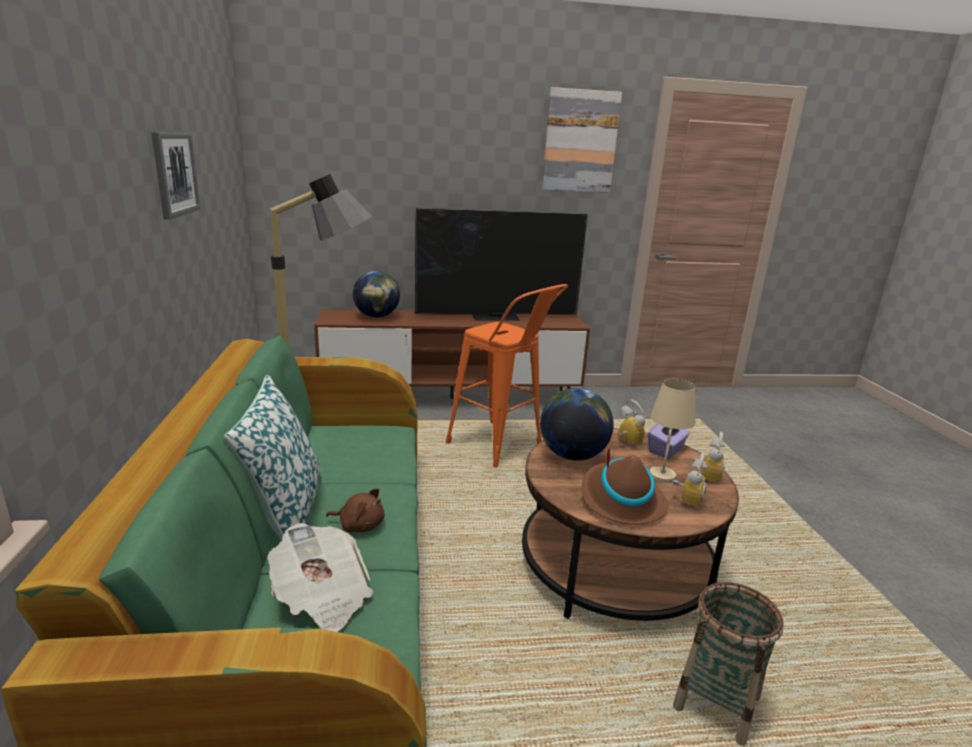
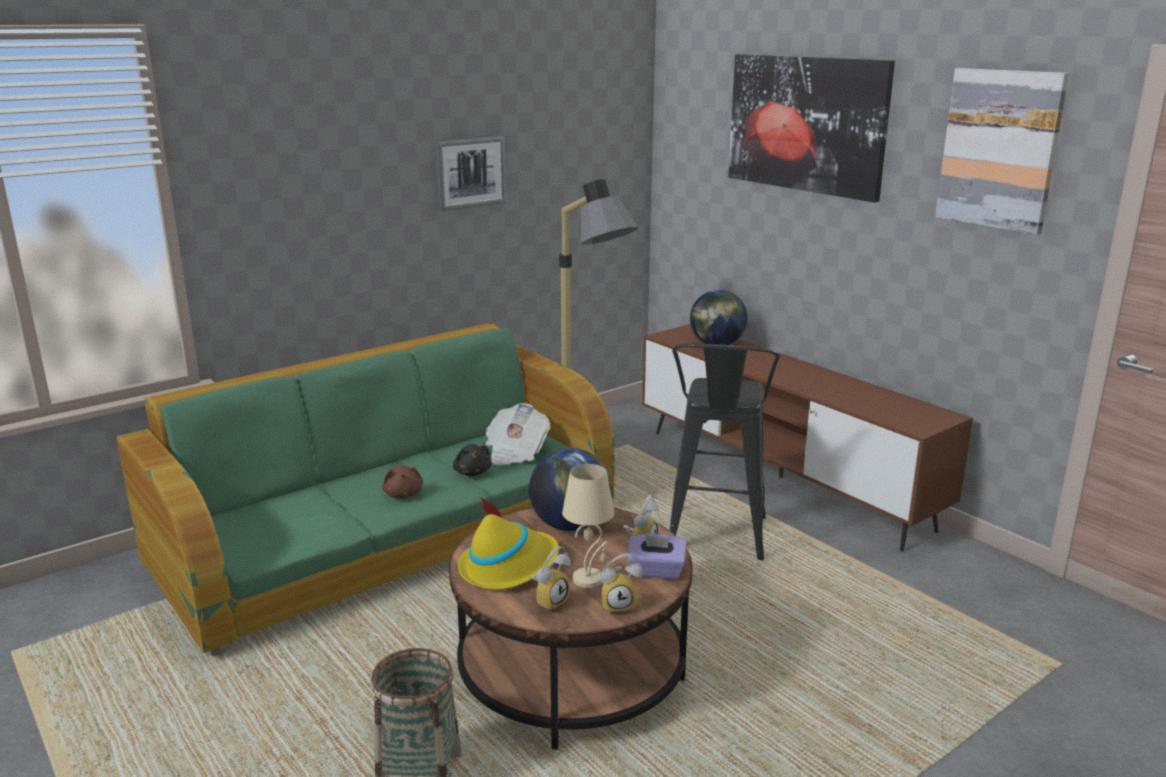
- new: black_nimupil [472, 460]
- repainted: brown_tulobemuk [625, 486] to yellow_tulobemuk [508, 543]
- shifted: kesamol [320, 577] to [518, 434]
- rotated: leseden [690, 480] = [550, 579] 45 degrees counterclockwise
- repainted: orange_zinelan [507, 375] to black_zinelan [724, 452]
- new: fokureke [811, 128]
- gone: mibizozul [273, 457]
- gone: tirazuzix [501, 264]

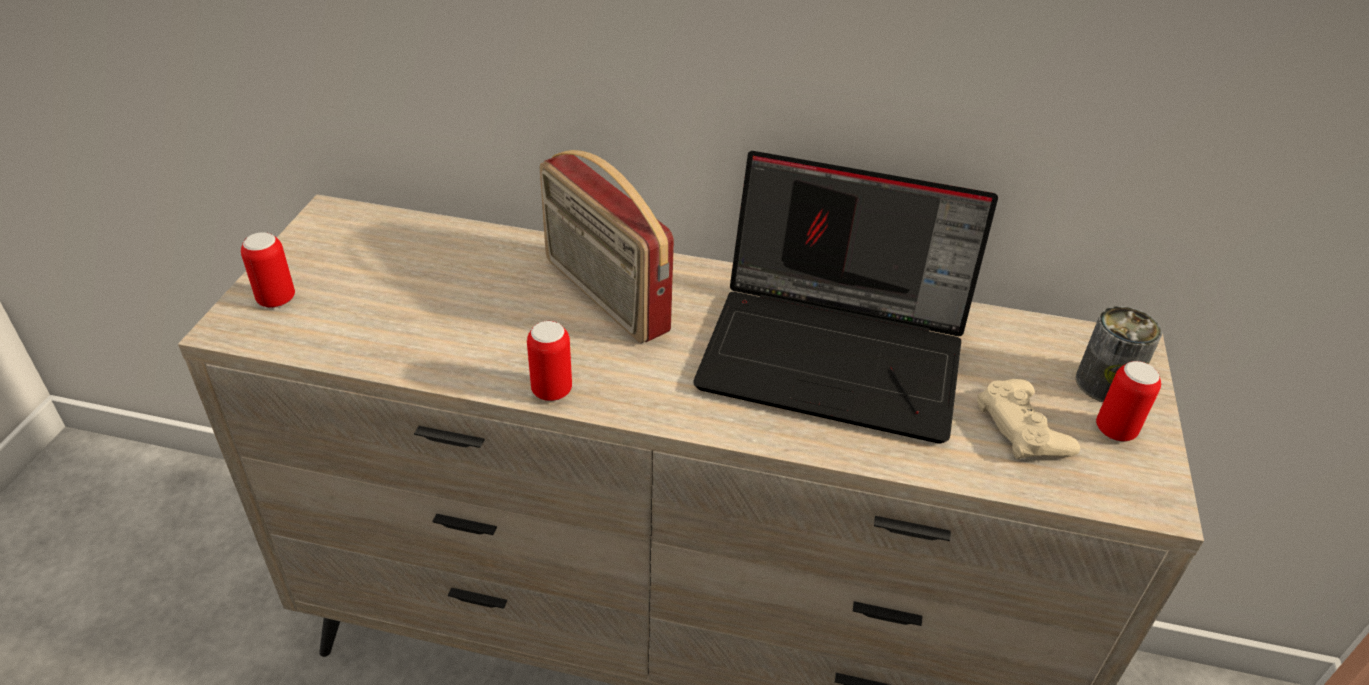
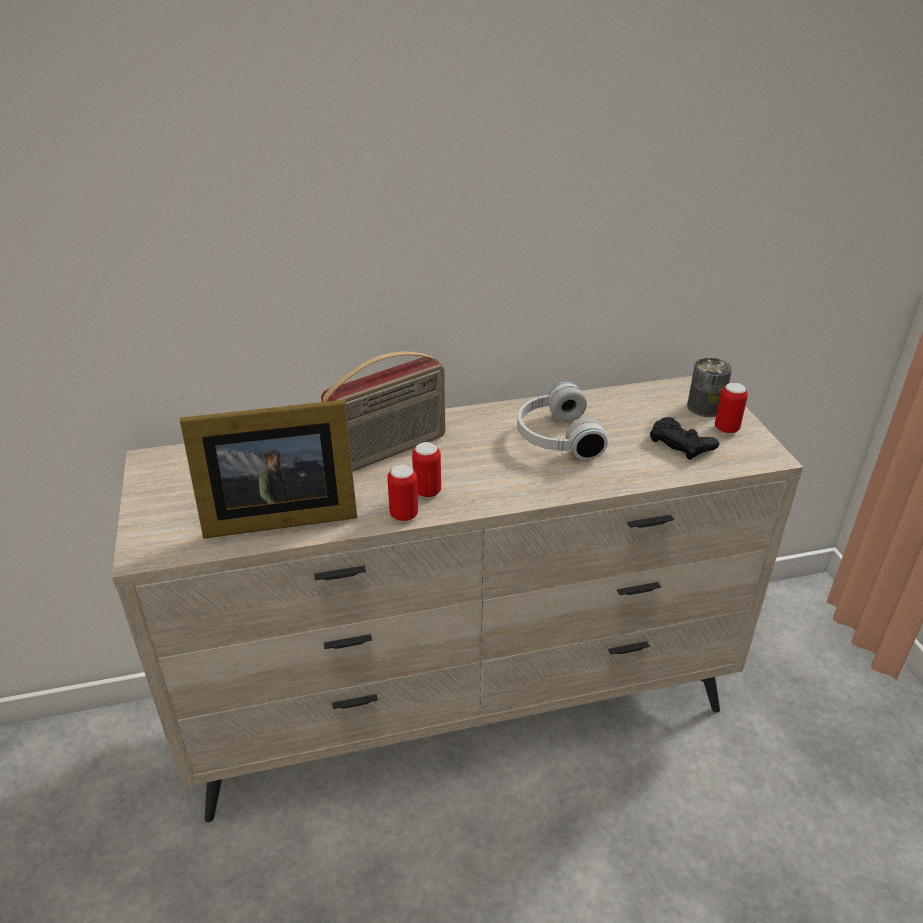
- new: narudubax [268, 469]
- rotated: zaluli [607, 246] = [383, 411] 60 degrees counterclockwise
- shifted: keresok [268, 270] to [426, 470]
- swapped: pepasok [845, 297] to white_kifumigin [562, 421]
- repainted: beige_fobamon [1028, 419] to black_fobamon [684, 438]

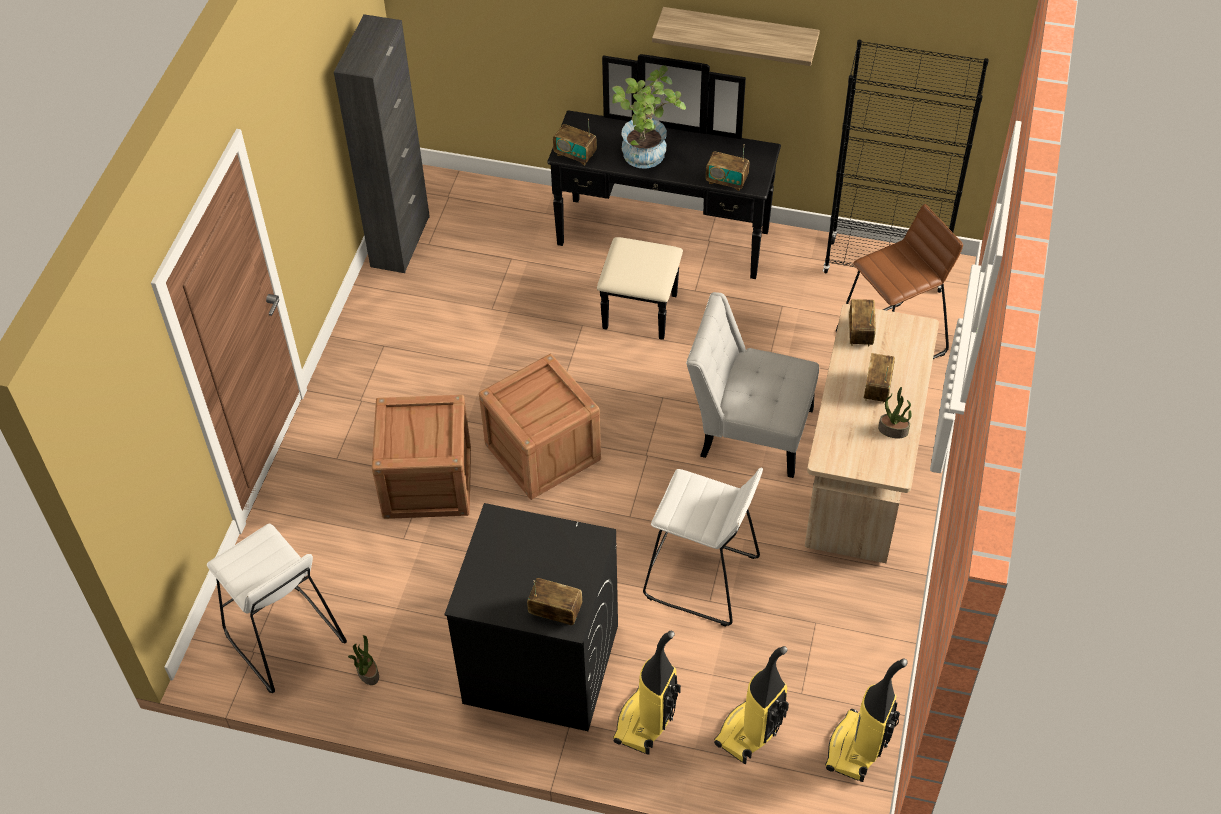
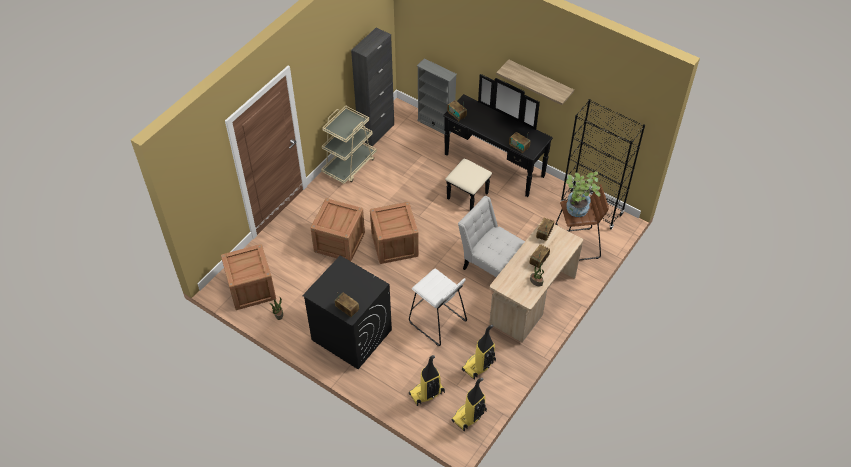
- swapped: white_zinelan [277, 608] to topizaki [248, 277]
- new: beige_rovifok [349, 145]
- new: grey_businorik [437, 96]
- shifted: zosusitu [647, 693] to [479, 352]
- shifted: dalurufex [649, 116] to [582, 194]

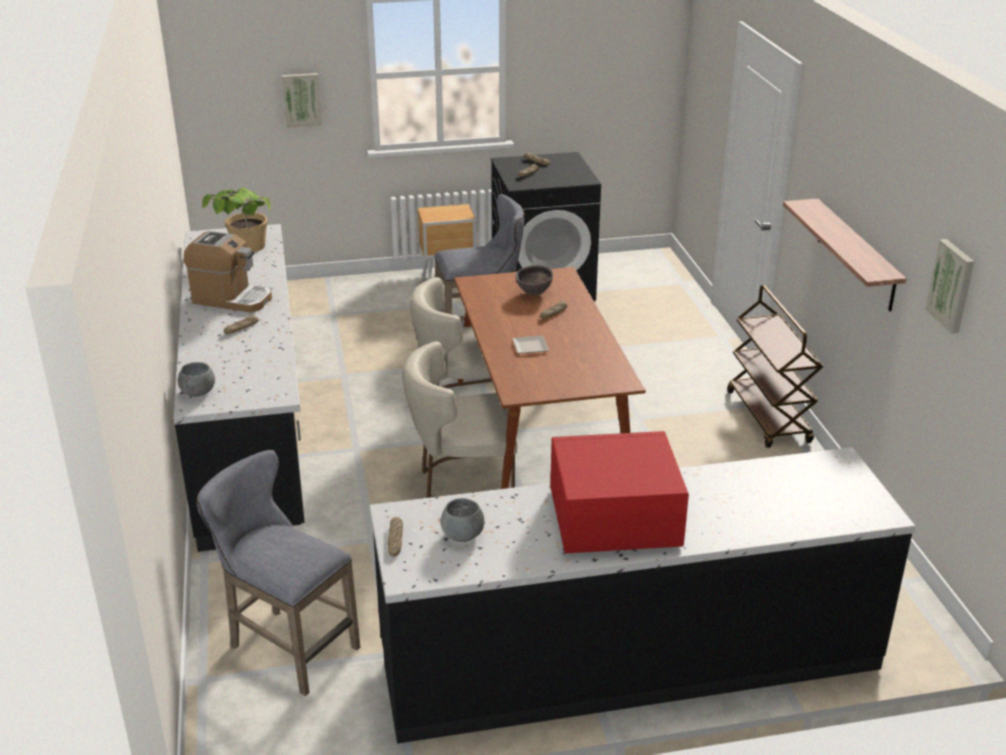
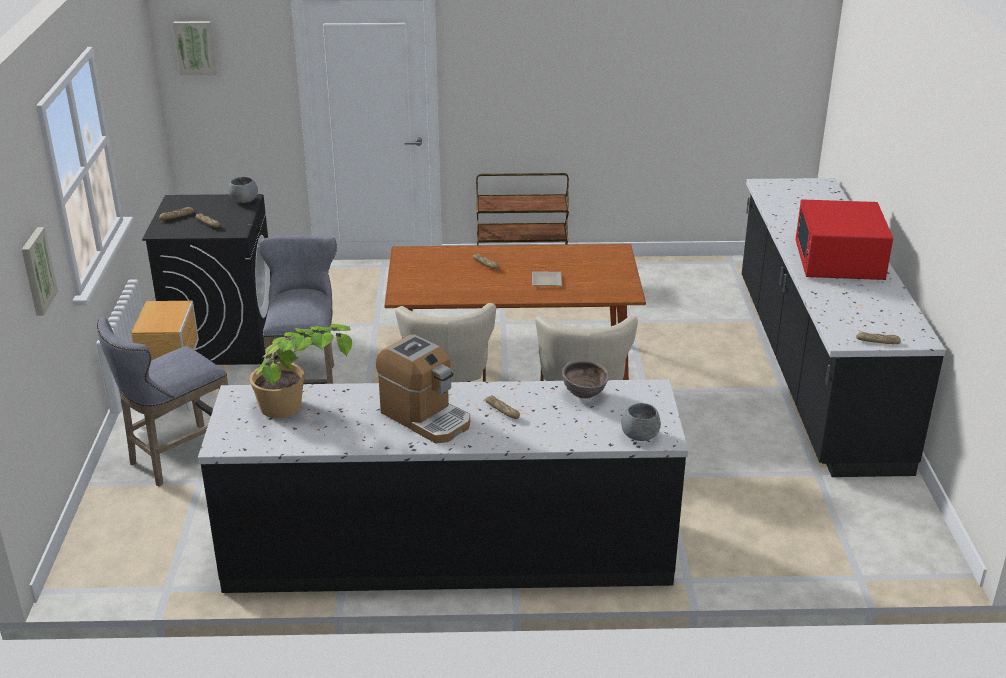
- shifted: grey_zinelan [278, 573] to [162, 402]
- shifted: fokureke [949, 286] to [195, 48]
- shifted: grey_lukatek [462, 520] to [243, 190]
- rotated: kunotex [228, 272] = [423, 388] 105 degrees clockwise
- shifted: brown_lukatek [534, 280] to [585, 379]
- gone: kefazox [845, 255]

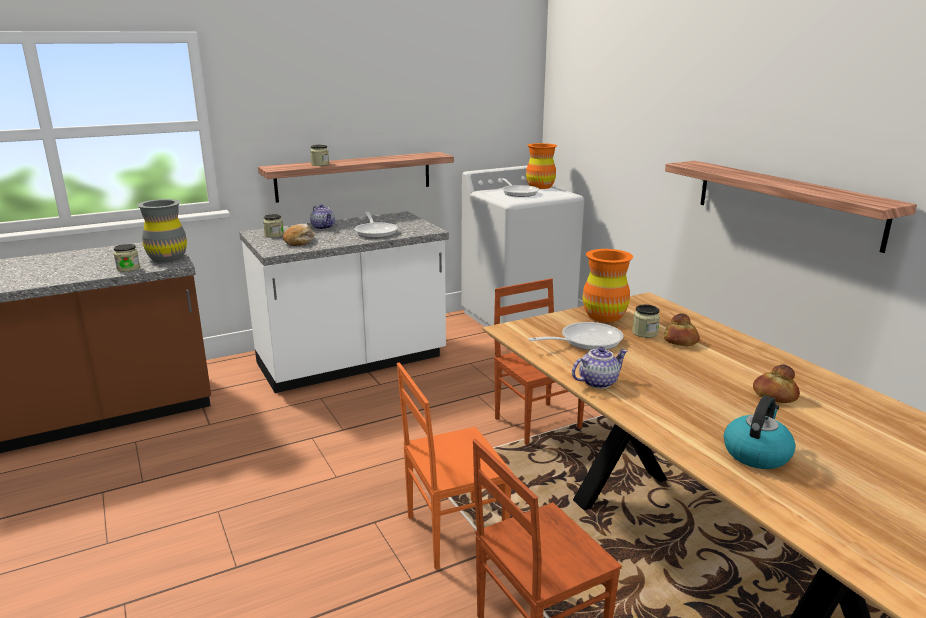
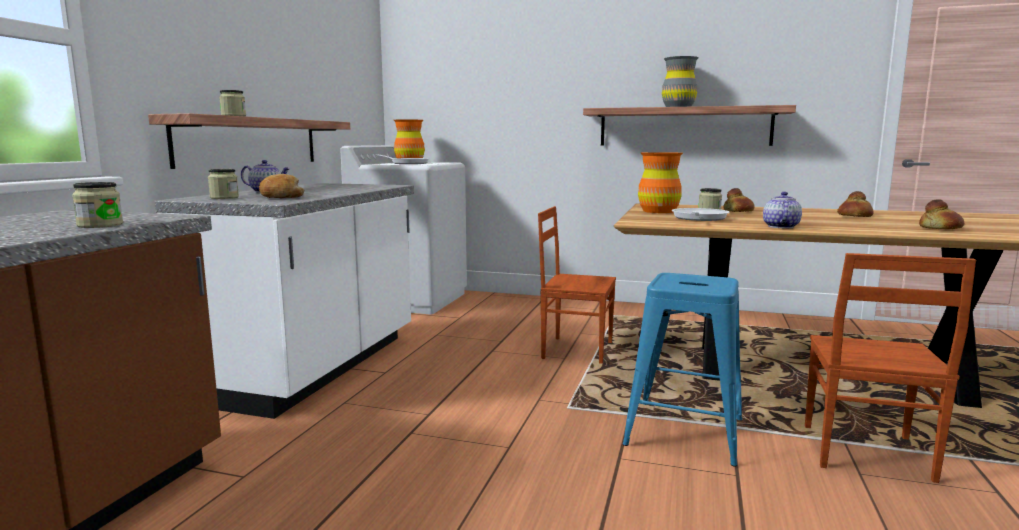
- swapped: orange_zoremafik [455, 466] to blue_zinelan [682, 370]
- shifted: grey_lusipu [162, 231] to [680, 81]
- swapped: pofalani [760, 432] to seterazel [941, 214]
- gone: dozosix [376, 225]

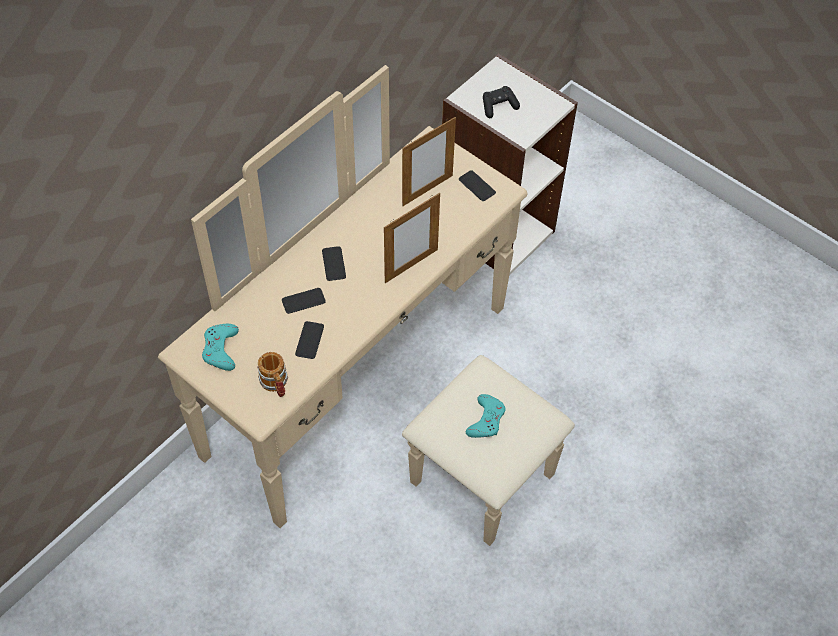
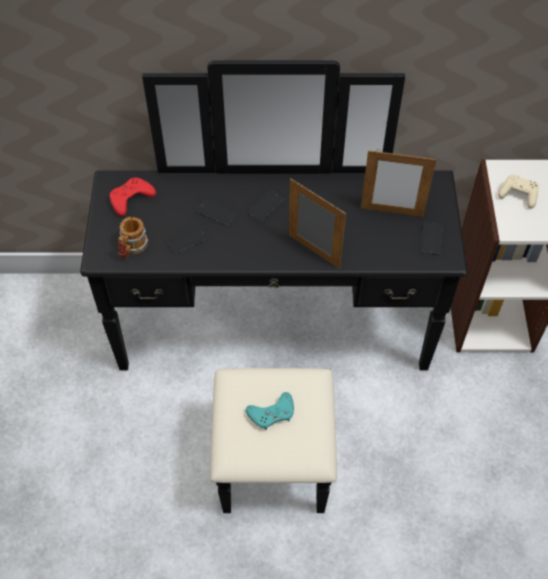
- repainted: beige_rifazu [366, 305] to black_rifazu [274, 286]
- repainted: turquoise_fobamon [220, 347] to red_fobamon [132, 197]
- rotated: narudubax [412, 238] = [317, 223] 150 degrees counterclockwise
- repainted: black_fobamon [501, 102] to beige_fobamon [518, 191]

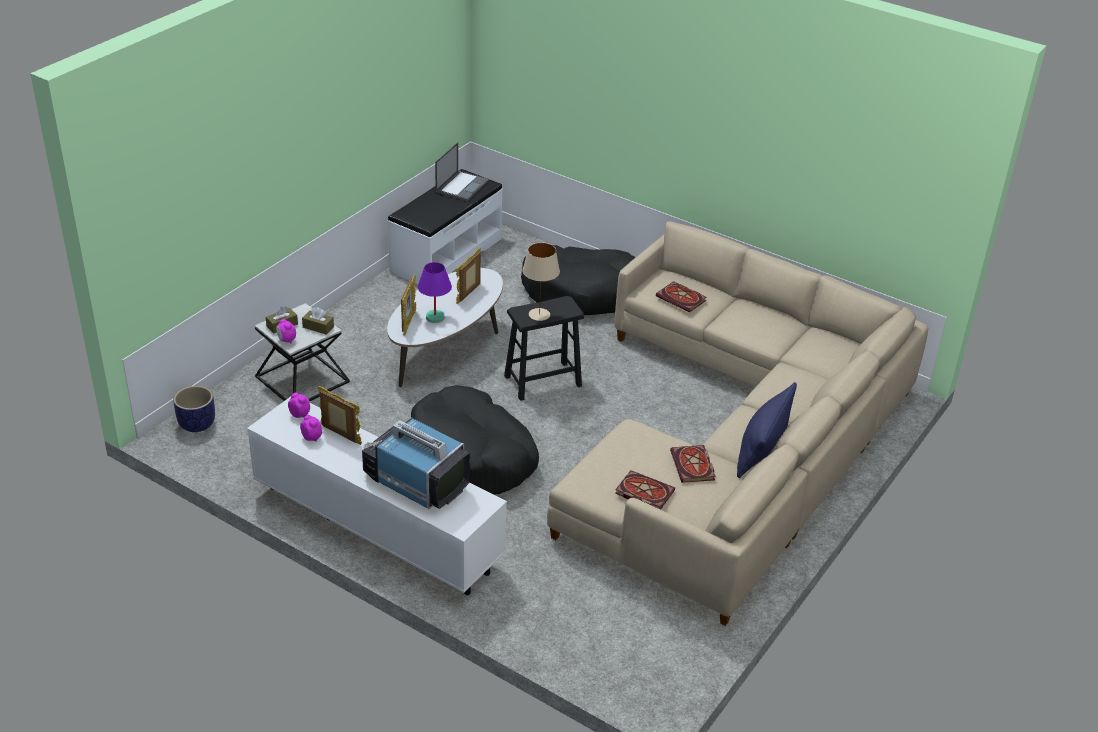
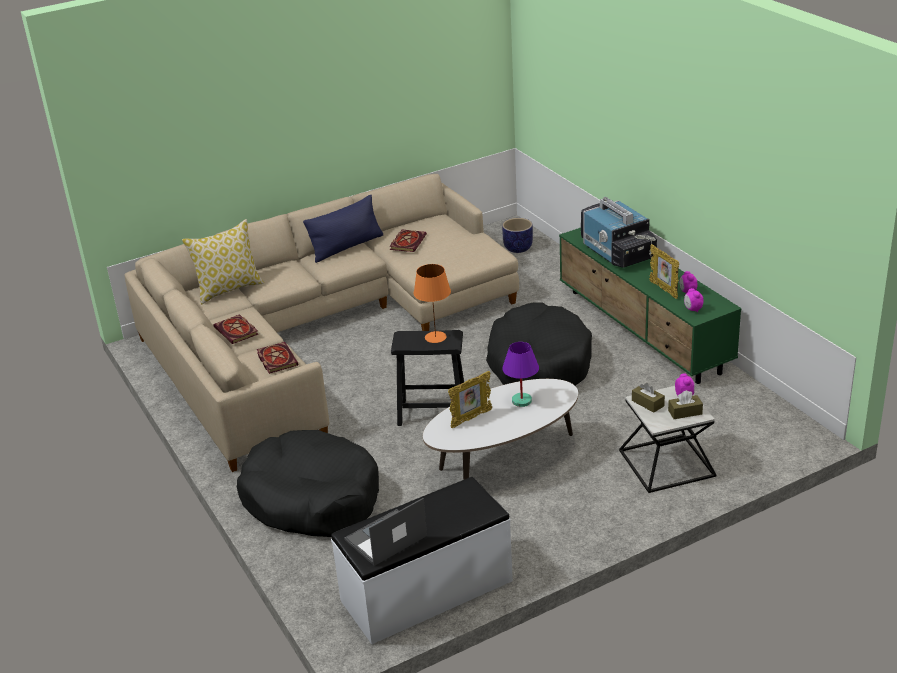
- new: mibizozul [223, 261]
- shifted: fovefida [645, 490] to [235, 329]
- repainted: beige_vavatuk [541, 282] to orange_vavatuk [432, 303]
- shifted: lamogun [194, 409] to [517, 235]
- repainted: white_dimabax [377, 496] to green_dimabax [650, 306]
- gone: narudubax [408, 305]

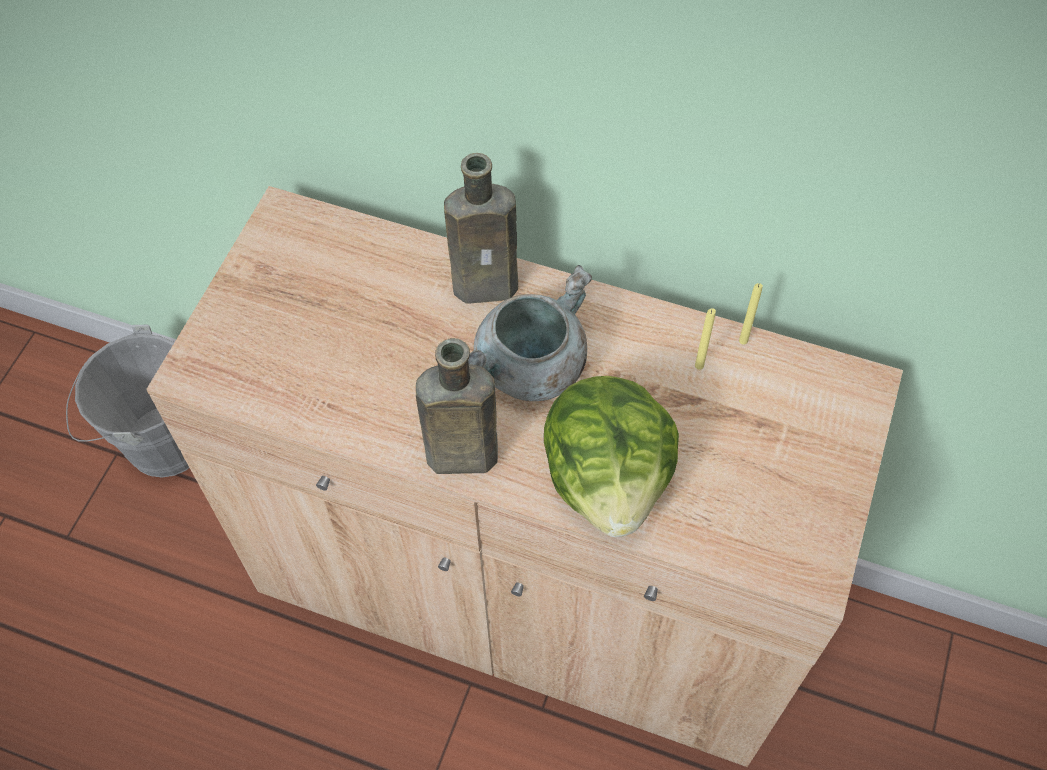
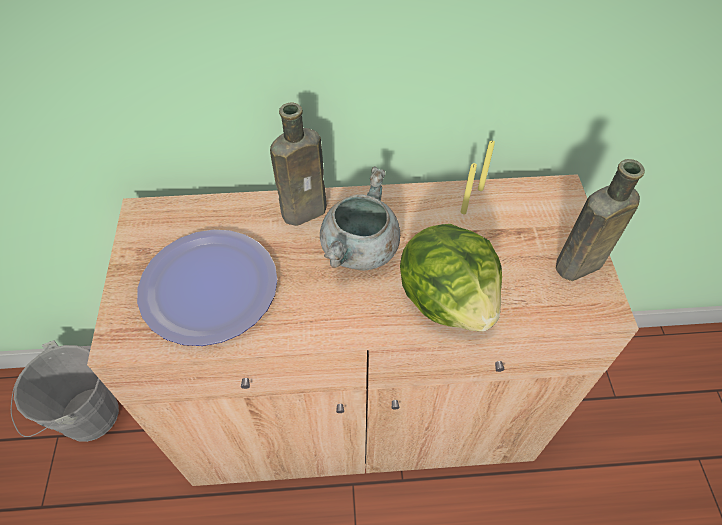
- new: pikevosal [207, 288]
- shifted: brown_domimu [457, 406] to [600, 220]

